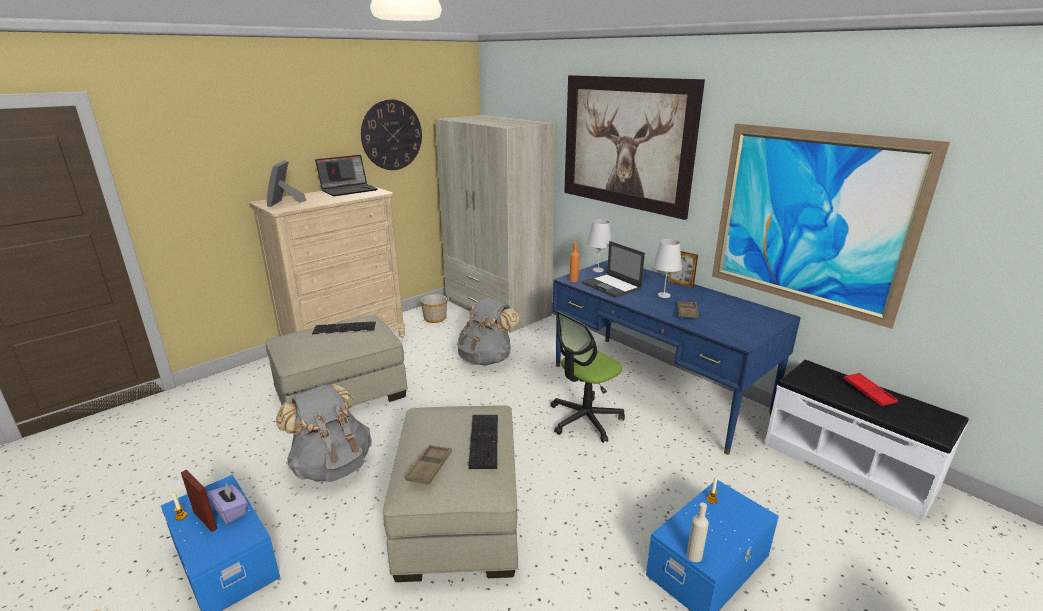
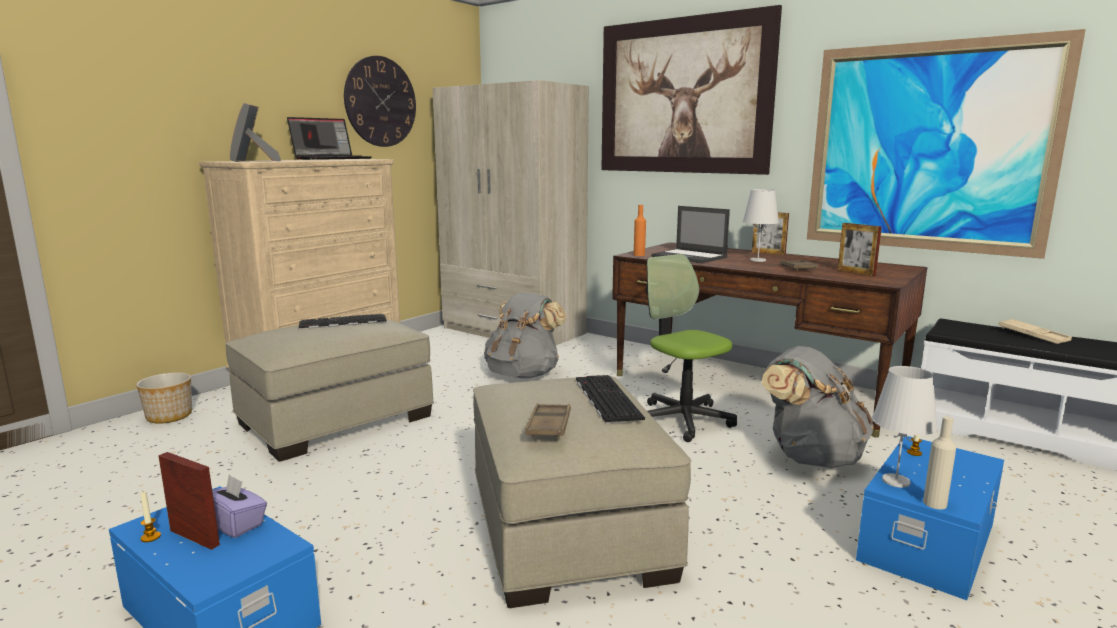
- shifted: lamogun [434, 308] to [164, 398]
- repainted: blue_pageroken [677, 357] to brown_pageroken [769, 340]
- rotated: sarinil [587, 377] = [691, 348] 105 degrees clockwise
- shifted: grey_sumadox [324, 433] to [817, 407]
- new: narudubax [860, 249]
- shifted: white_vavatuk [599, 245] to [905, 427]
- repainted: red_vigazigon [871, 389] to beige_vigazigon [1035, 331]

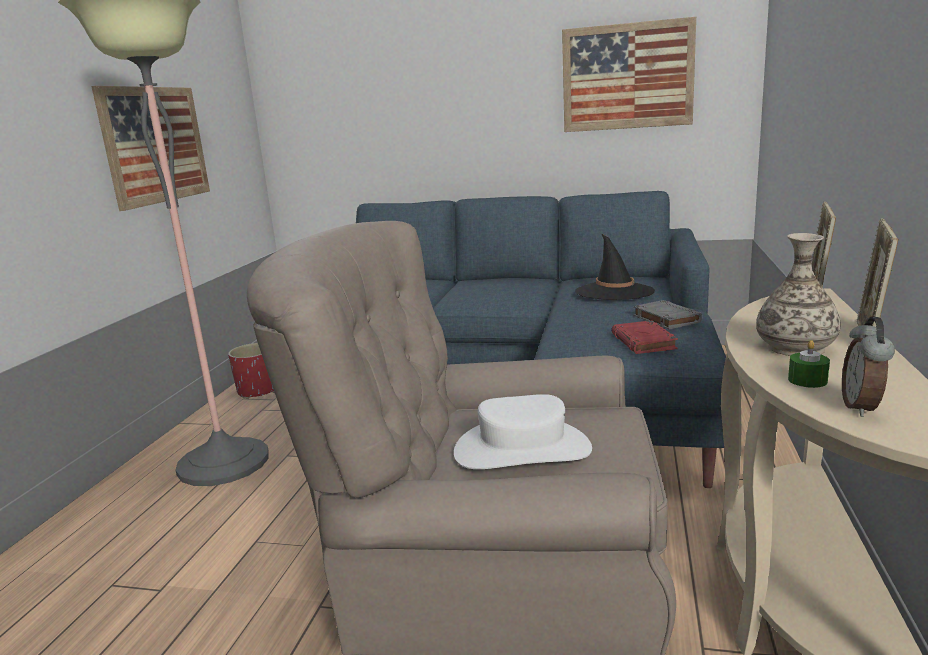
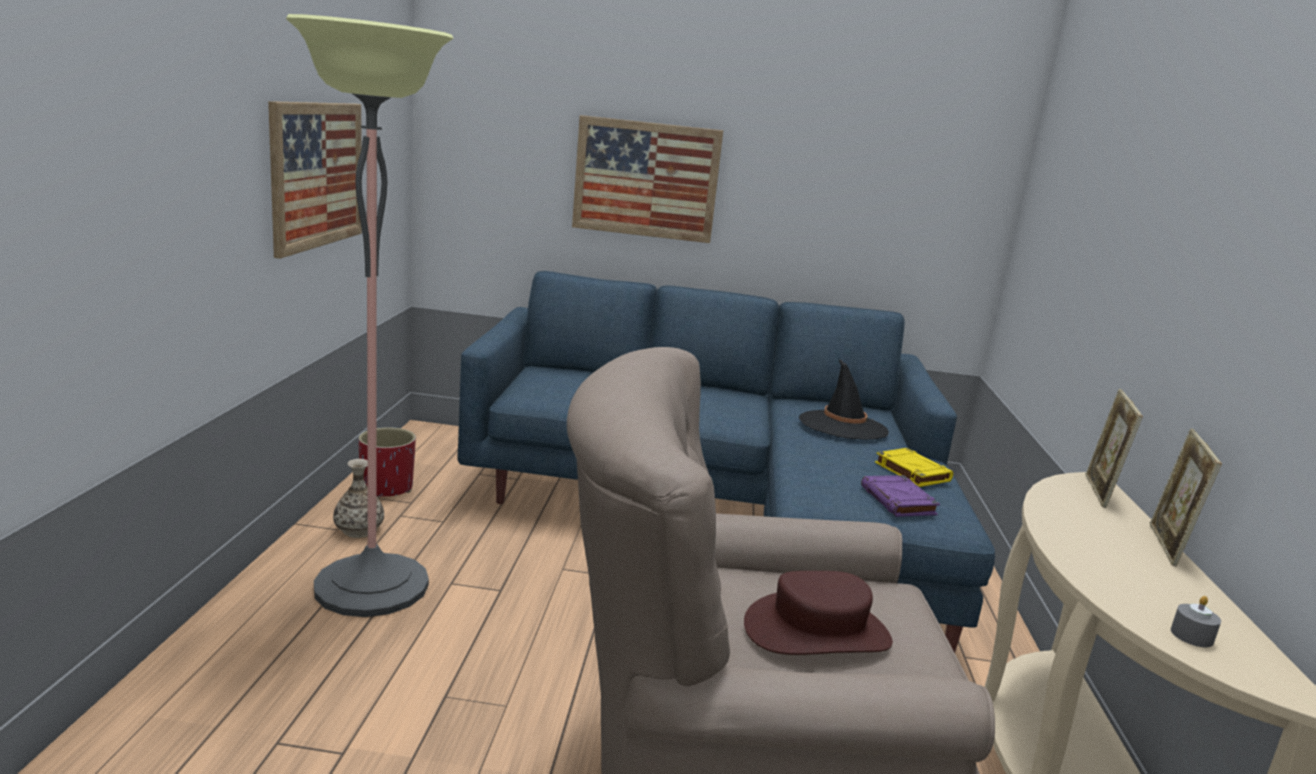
- shifted: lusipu [798, 294] to [358, 498]
- shifted: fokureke [629, 74] to [647, 179]
- repainted: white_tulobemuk [523, 431] to brown_tulobemuk [818, 613]
- repainted: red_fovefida [644, 337] to purple_fovefida [900, 496]
- repainted: grey_fovefida [667, 314] to yellow_fovefida [914, 467]
- swapped: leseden [868, 367] to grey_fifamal [1196, 621]
- gone: green_fifamal [809, 364]

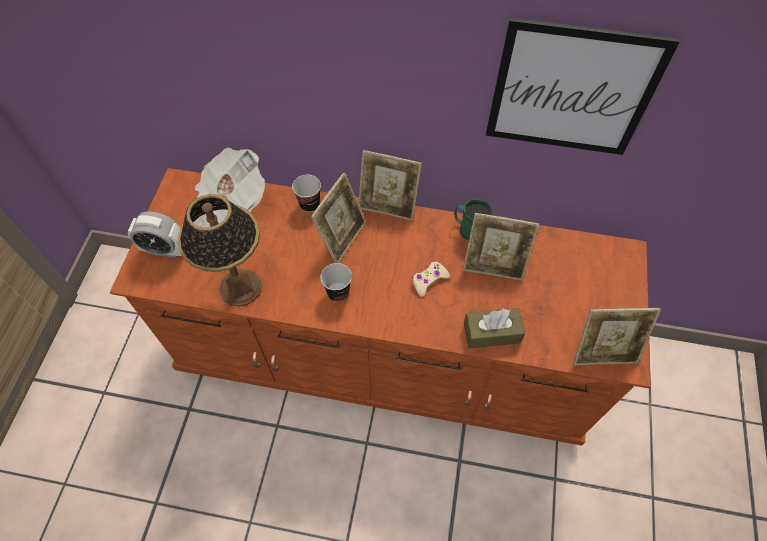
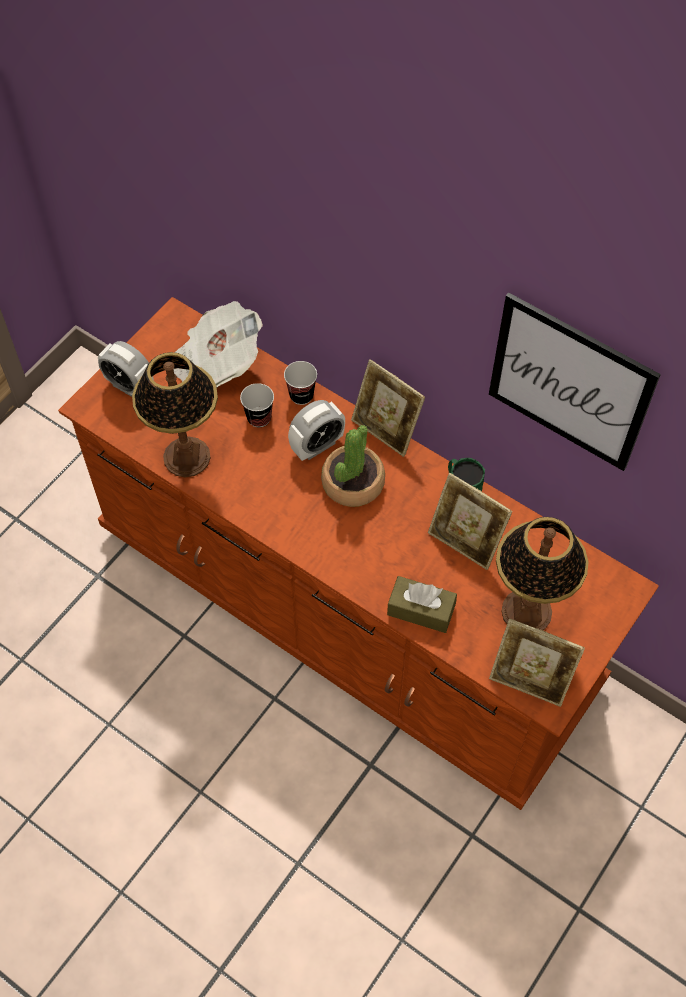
- shifted: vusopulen [336, 282] to [257, 405]
- swapped: narudubax [338, 217] to leseden [316, 430]
- new: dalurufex [353, 466]
- new: vavatuk [542, 573]
- gone: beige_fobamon [431, 279]

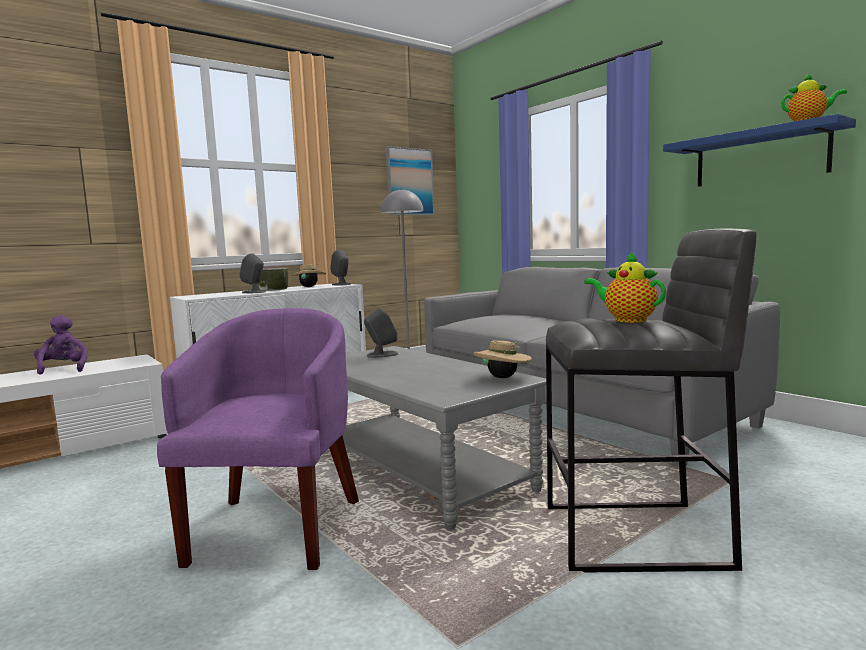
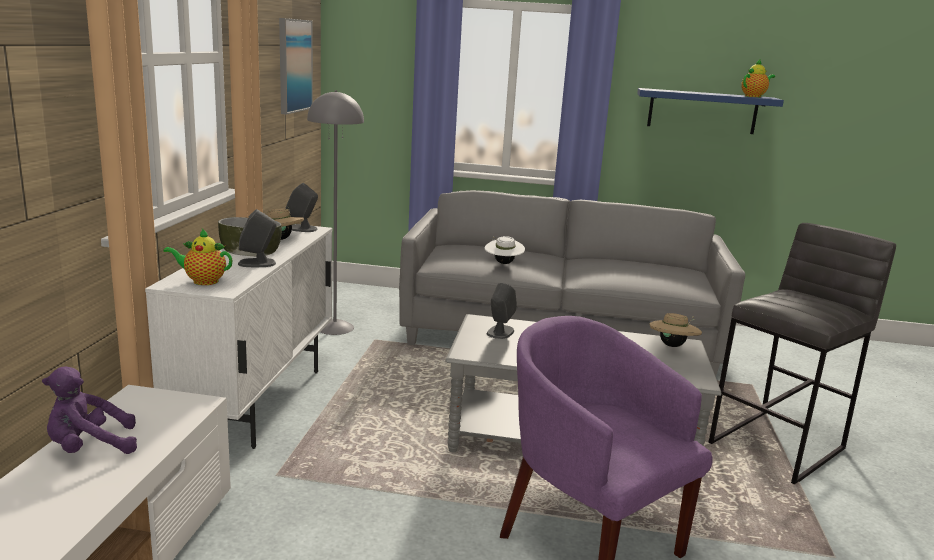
- rotated: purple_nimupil [61, 345] = [89, 410] 45 degrees counterclockwise
- shifted: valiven [625, 287] to [197, 257]
- new: white_tulobemuk [505, 250]

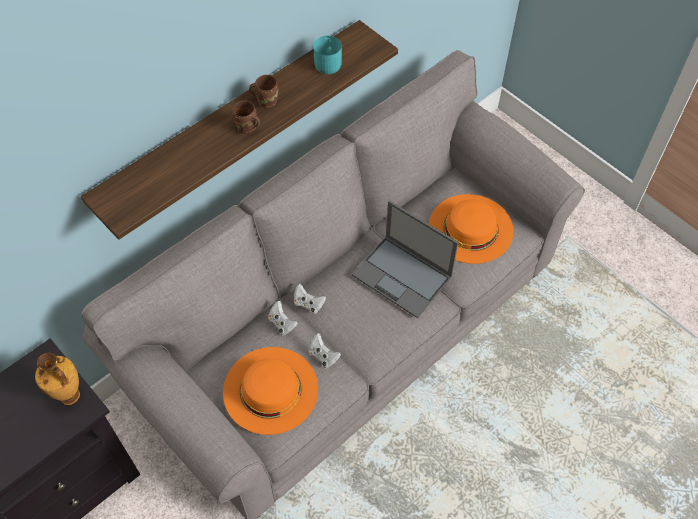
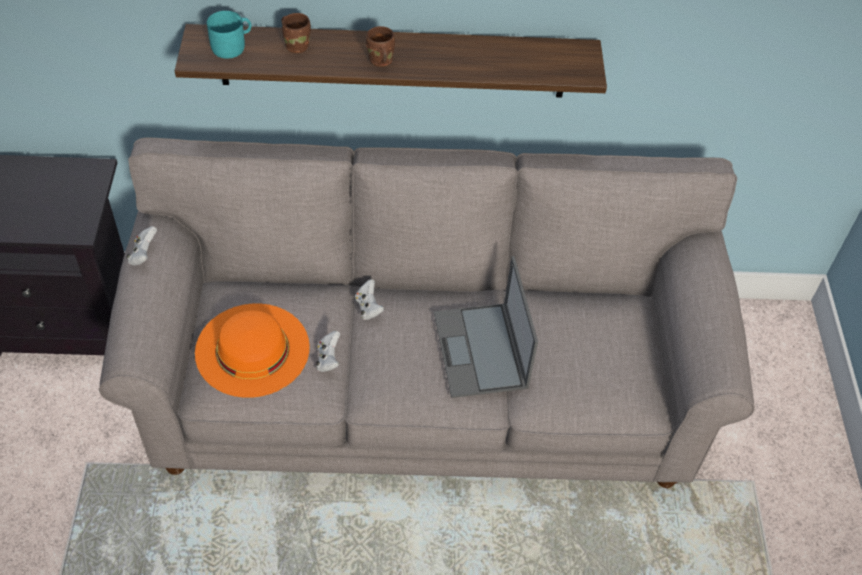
- shifted: white_fobamon [283, 318] to [141, 245]
- shifted: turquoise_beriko [327, 55] to [229, 35]
- shifted: brown_beriko [263, 91] to [296, 33]
- gone: lusipu [57, 378]
- gone: orange_tulobemuk [471, 229]

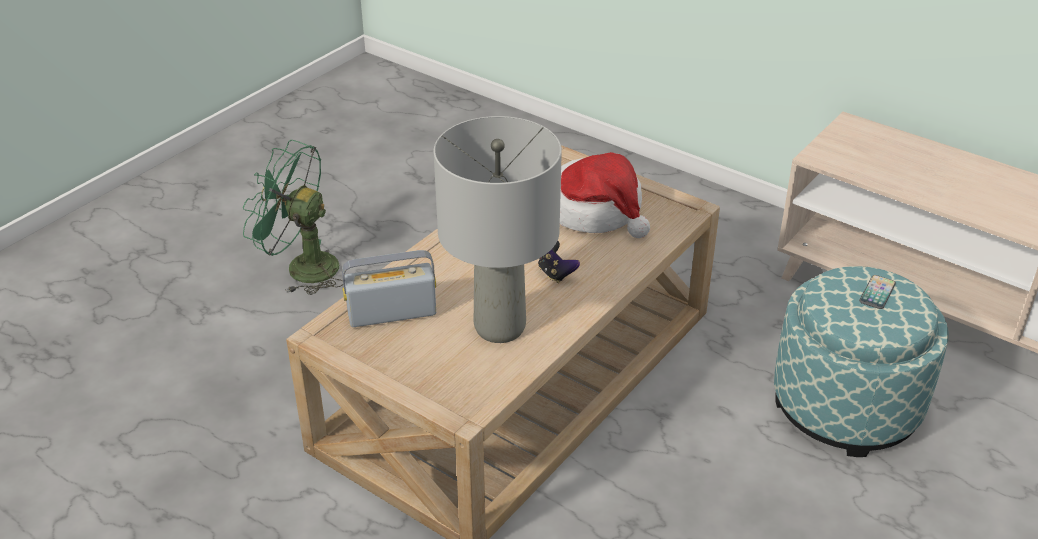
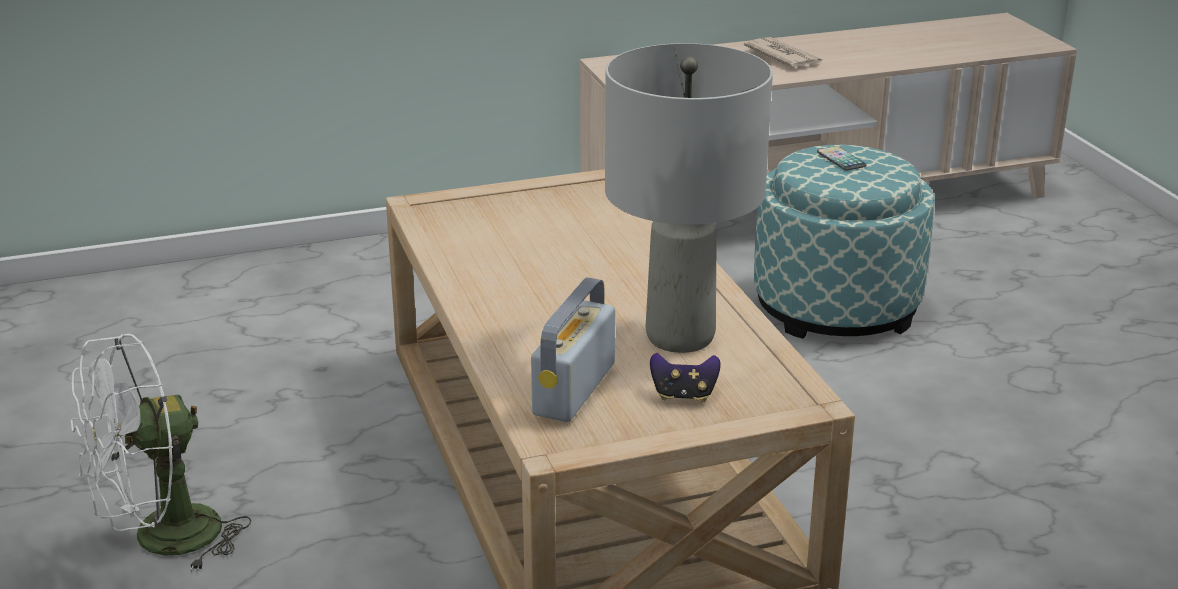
- repainted: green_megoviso [293, 217] to white_megoviso [161, 453]
- shifted: fobamon [559, 262] to [685, 377]
- new: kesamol [784, 52]
- gone: tulobemuk [605, 195]

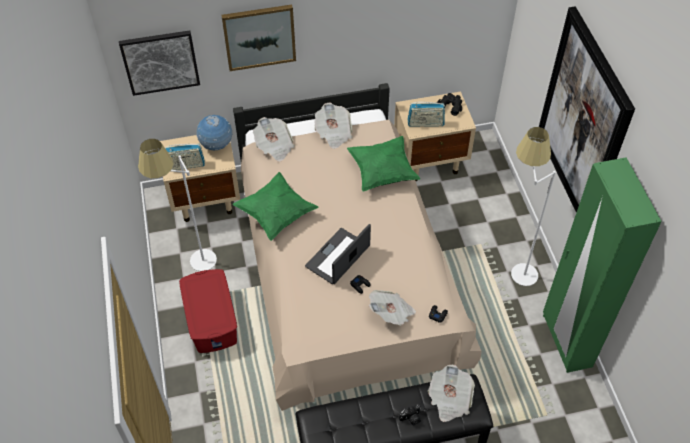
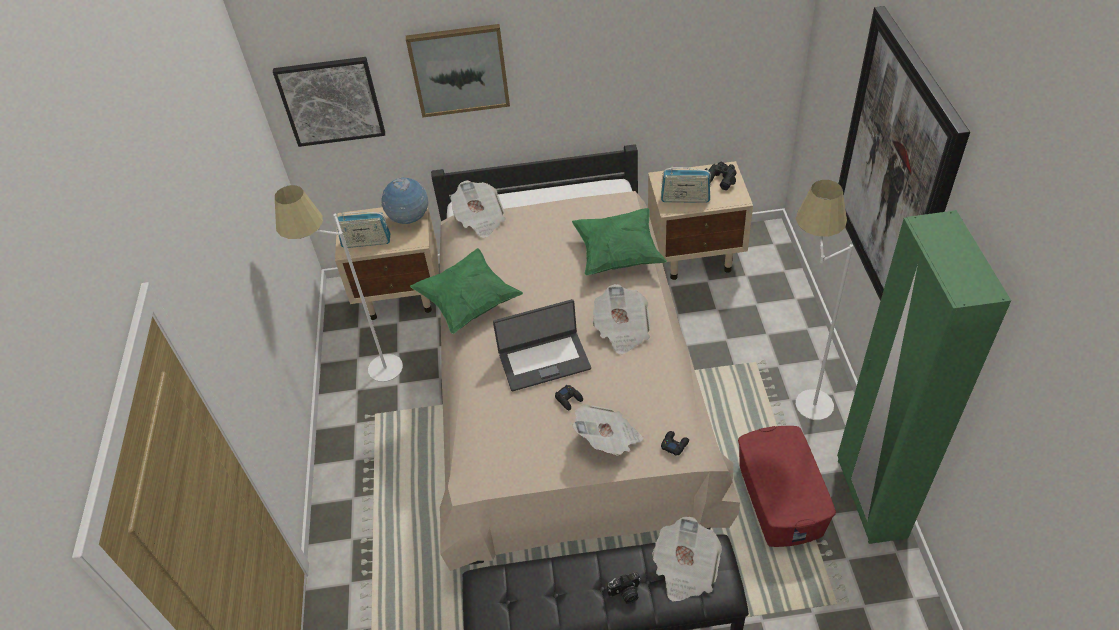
- rotated: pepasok [338, 254] = [542, 345] 150 degrees counterclockwise
- shifted: kesamol [333, 126] to [621, 319]
- shifted: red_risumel [208, 311] to [787, 486]

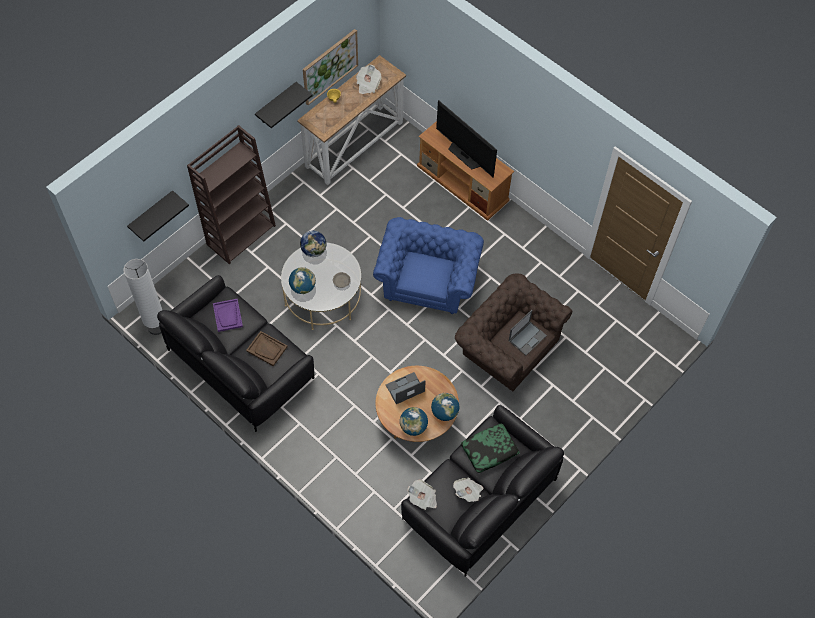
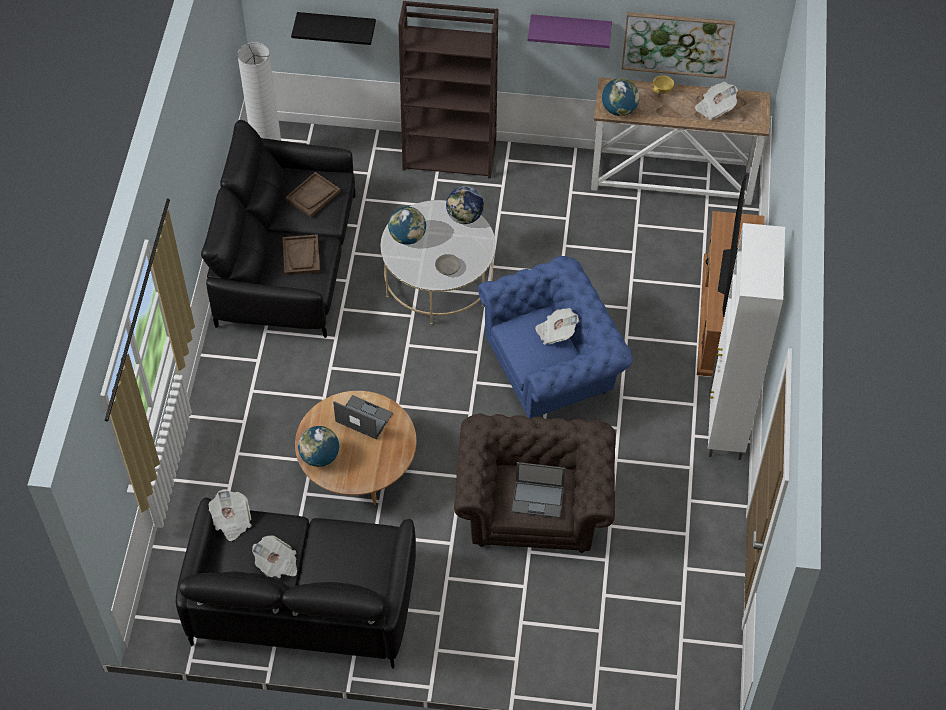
- repainted: purple_vigazigon [228, 315] to brown_vigazigon [313, 194]
- repainted: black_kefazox [284, 105] to purple_kefazox [569, 31]
- new: kesamol [557, 326]
- shifted: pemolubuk [445, 407] to [621, 97]
- new: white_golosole [746, 341]
- gone: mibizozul [490, 448]

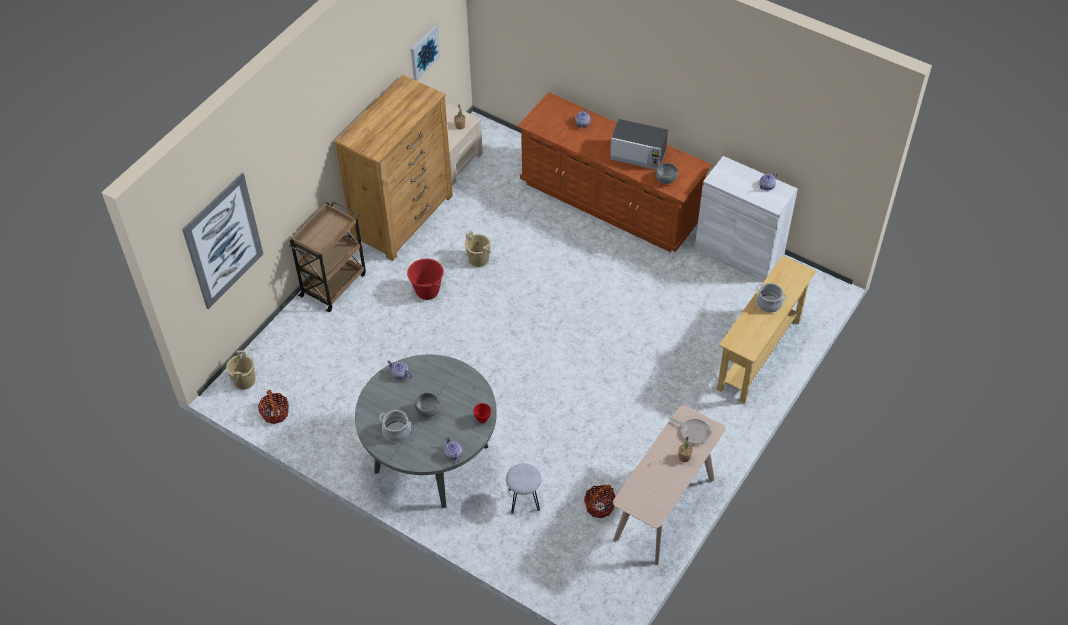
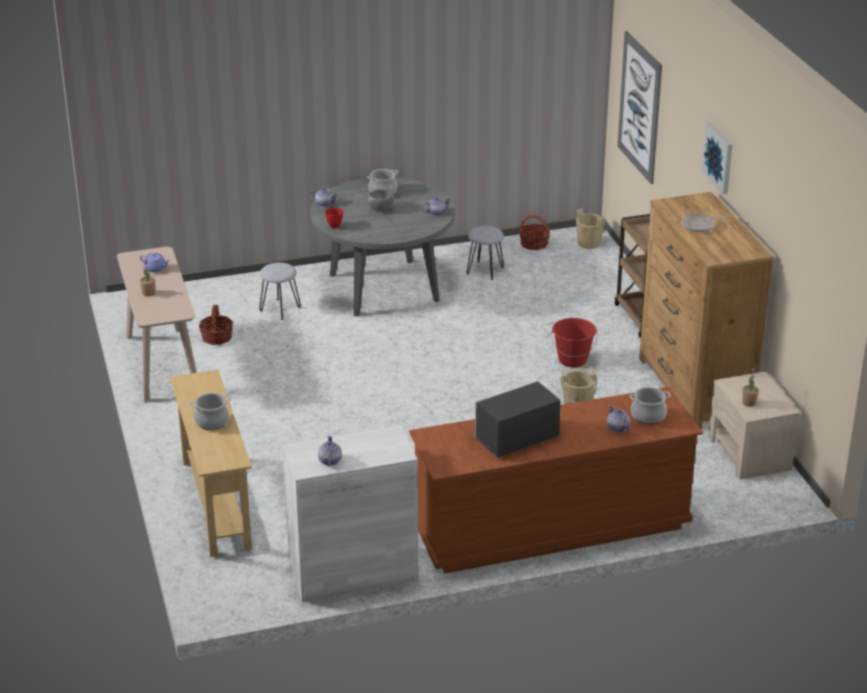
- new: purple_valiven [155, 262]
- new: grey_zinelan [485, 253]
- new: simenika [650, 405]
- shifted: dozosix [689, 430] to [706, 223]
- shifted: fokureke [425, 53] to [716, 158]
- gone: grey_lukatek [667, 173]

